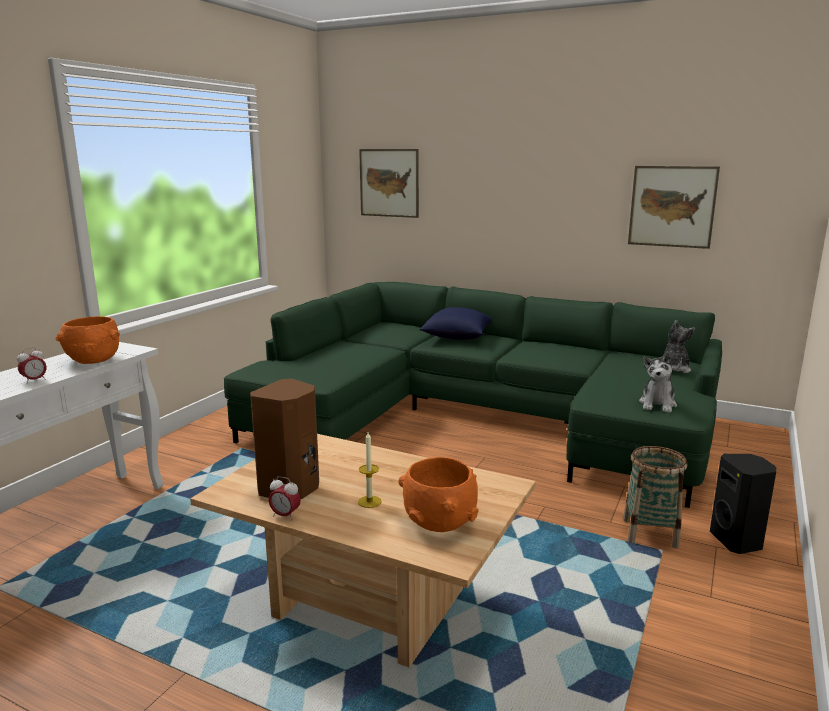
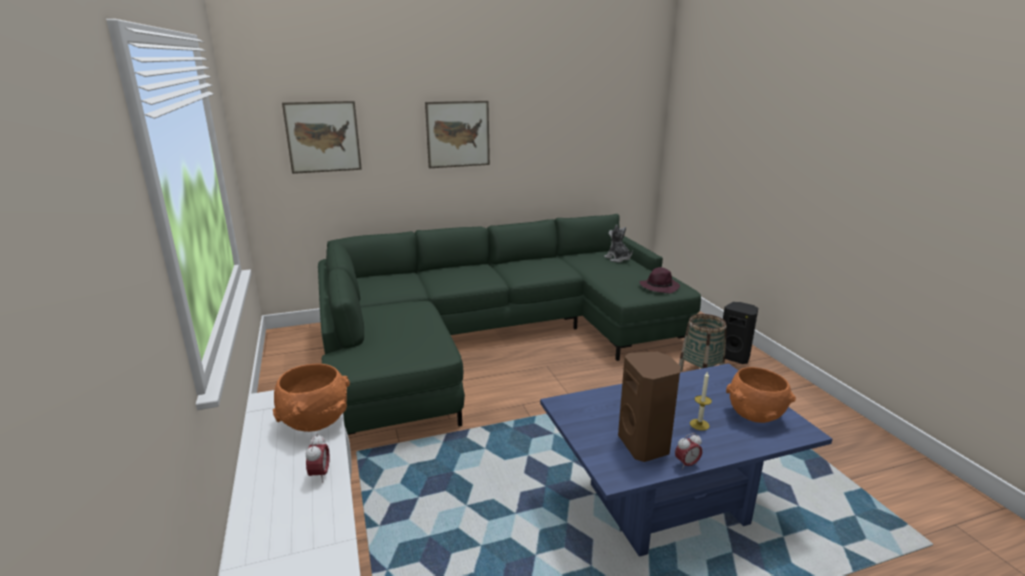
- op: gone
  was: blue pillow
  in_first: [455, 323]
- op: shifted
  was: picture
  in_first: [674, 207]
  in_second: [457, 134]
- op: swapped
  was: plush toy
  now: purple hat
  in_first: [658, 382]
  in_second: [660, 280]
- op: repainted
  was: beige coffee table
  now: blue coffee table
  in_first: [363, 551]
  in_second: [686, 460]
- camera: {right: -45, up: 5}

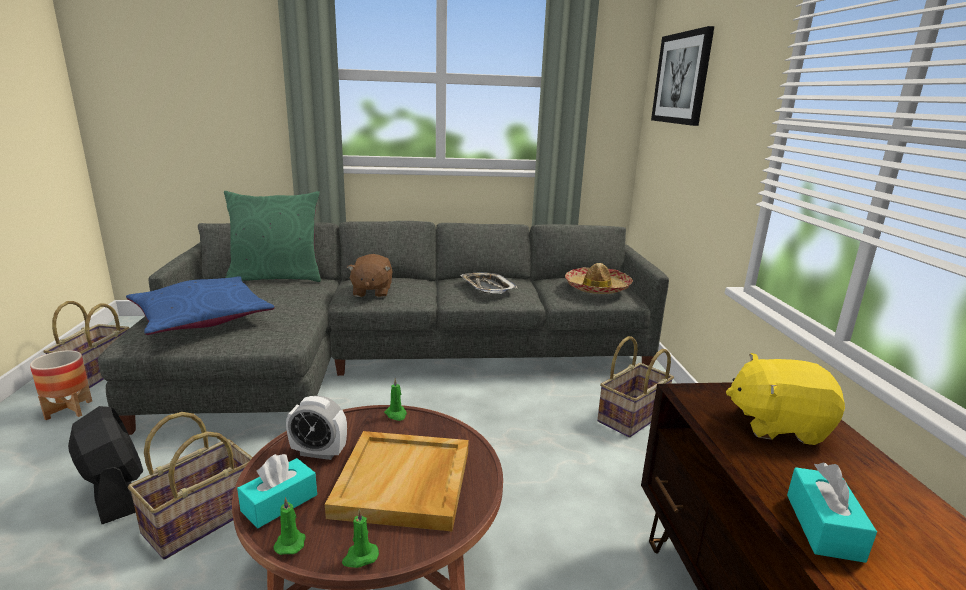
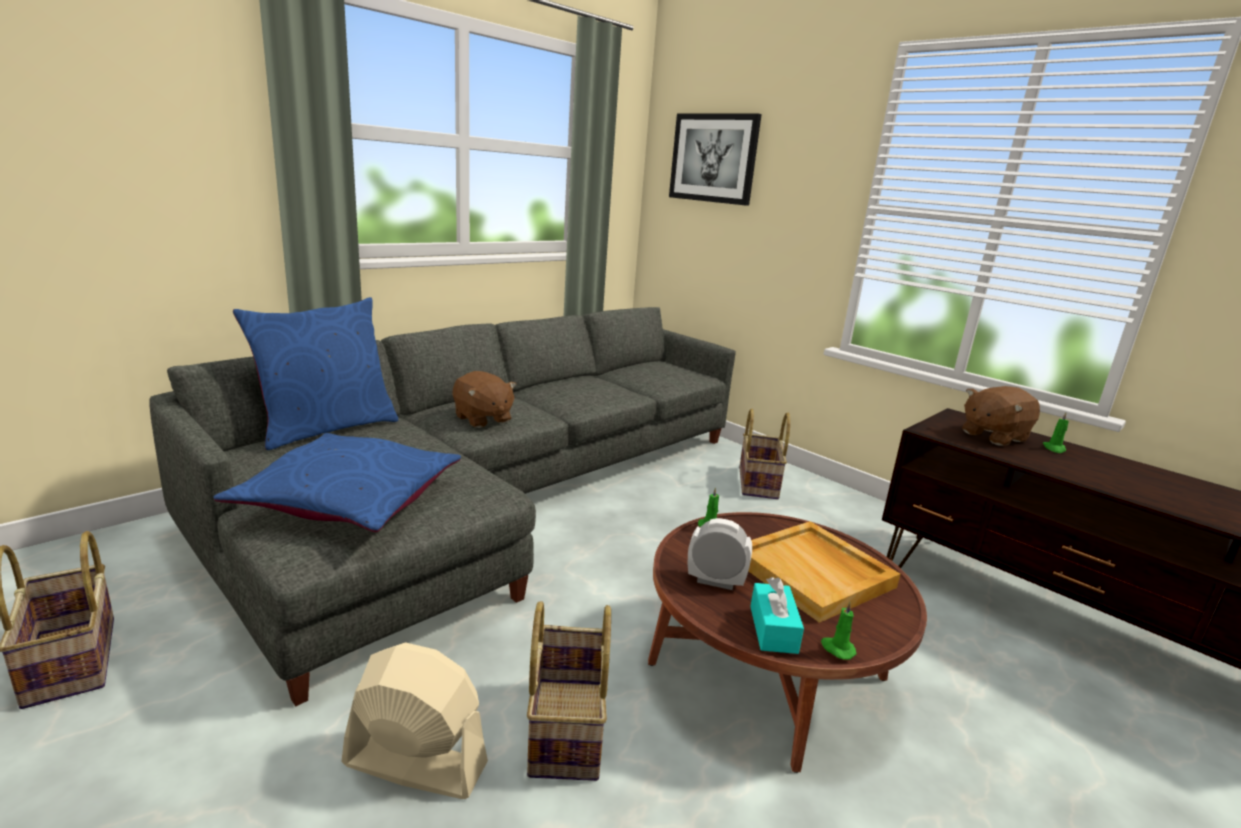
- op: gone
  was: planter
  in_first: [61, 385]
- op: gone
  was: tray
  in_first: [488, 283]
- op: gone
  was: hat
  in_first: [599, 278]
- op: gone
  was: turquoise tissue box
  in_first: [832, 513]
- op: shifted
  was: green candle
  in_first: [360, 538]
  in_second: [1055, 432]
- op: repainted
  was: black fan
  now: beige fan
  in_first: [105, 465]
  in_second: [414, 720]
- op: repainted
  was: green pillow
  now: blue pillow
  in_first: [272, 236]
  in_second: [315, 373]
- op: repainted
  was: yellow plush toy
  now: brown plush toy
  in_first: [785, 399]
  in_second: [1001, 416]
- op: rotated
  was: alarm clock
  in_first: [316, 428]
  in_second: [720, 554]
  clockwise: -135
- camera: {right: -40, up: 0}

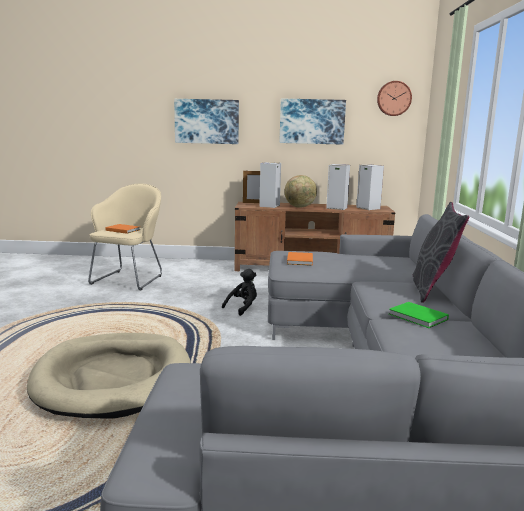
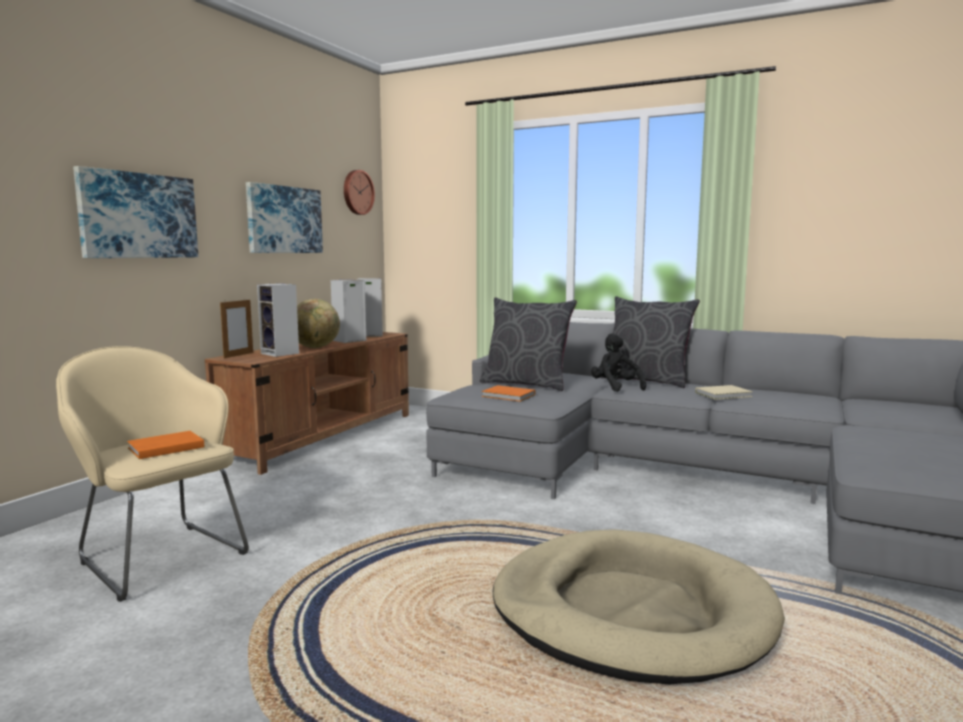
- op: new
  now: grey pillow
  in_second: [528, 344]
- op: shifted
  was: black plush toy
  in_first: [239, 292]
  in_second: [618, 362]
- op: repainted
  was: green book
  now: beige book
  in_first: [419, 315]
  in_second: [724, 392]
- camera: {right: -65, up: -5}

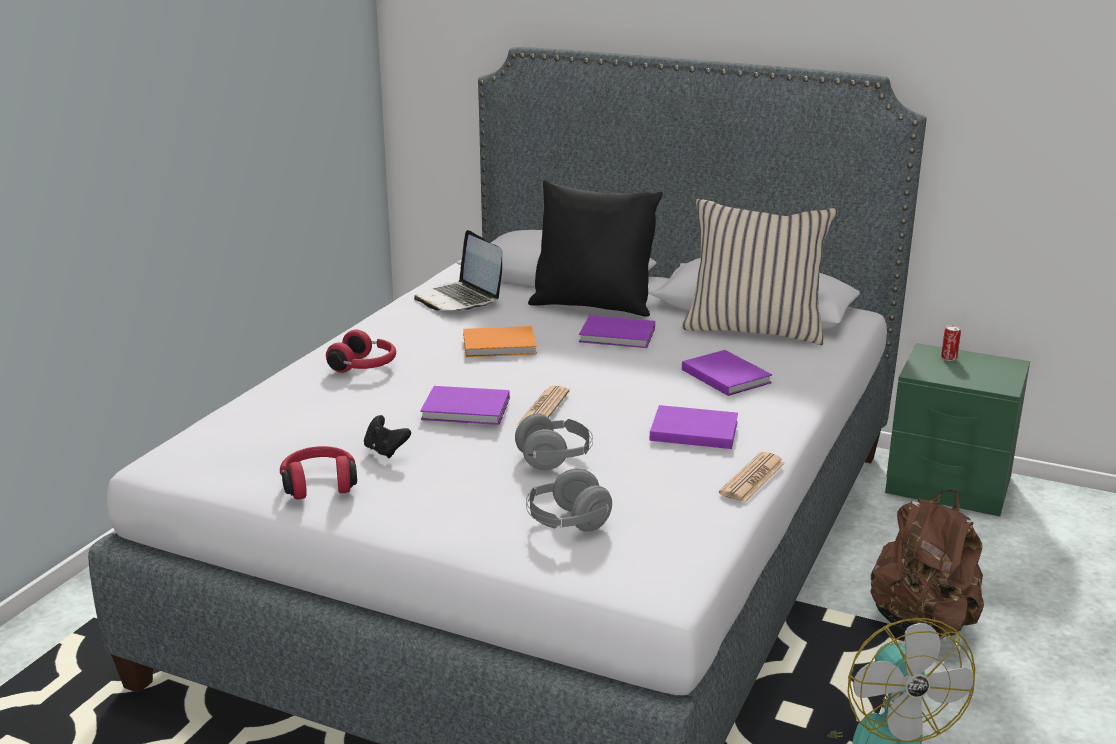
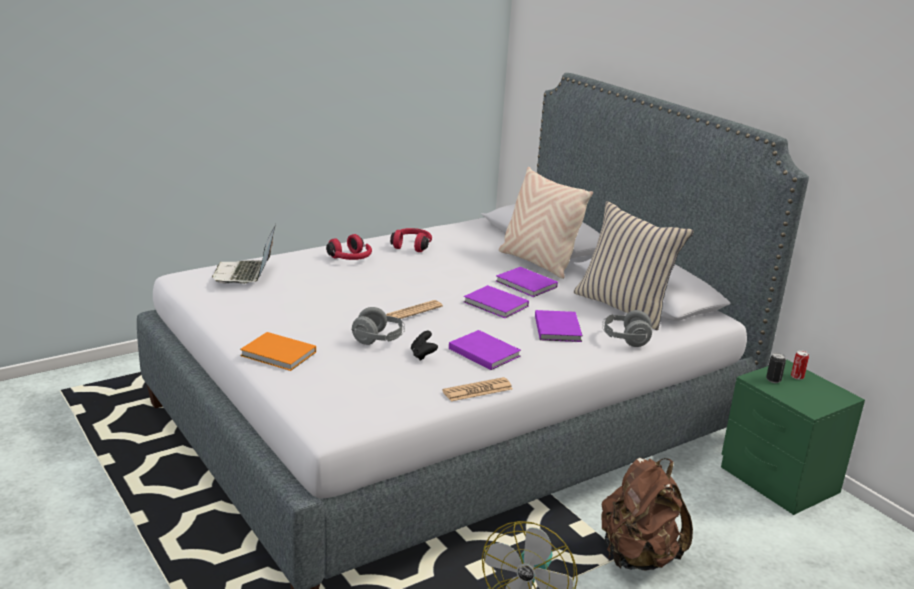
- op: new
  now: can
  in_second: [776, 368]
- op: shifted
  was: red headphones
  in_first: [318, 472]
  in_second: [411, 240]
- op: shifted
  was: black game controller
  in_first: [387, 436]
  in_second: [424, 346]
- op: shifted
  was: laptop
  in_first: [458, 270]
  in_second: [244, 254]
- op: shifted
  was: purple book
  in_first: [465, 405]
  in_second: [496, 301]
- op: shifted
  was: orange book
  in_first: [500, 341]
  in_second: [278, 351]
- op: shifted
  was: grey headphones
  in_first: [569, 500]
  in_second: [627, 328]
- op: repainted
  was: black pillow
  now: beige pillow
  in_first: [595, 248]
  in_second: [546, 223]
- camera: {right: 30, up: 0}

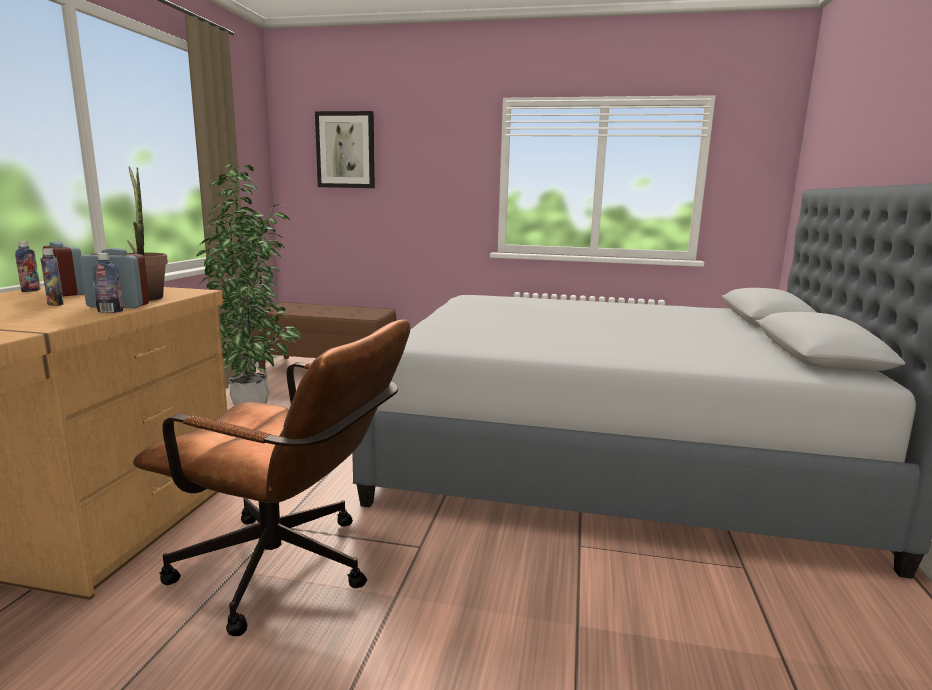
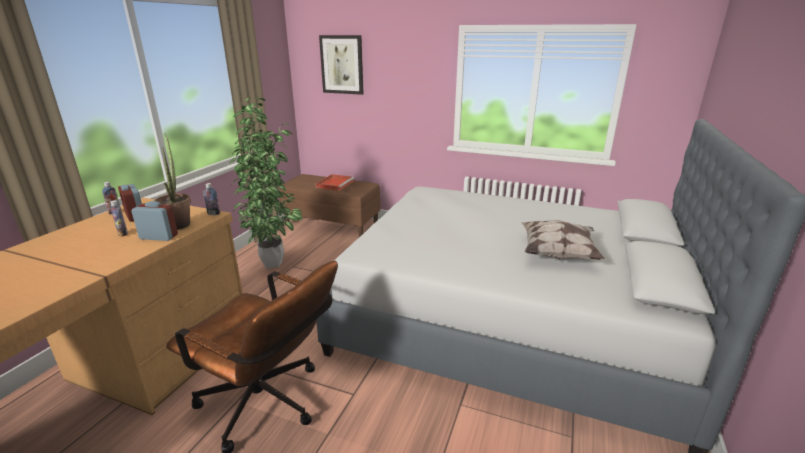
- op: new
  now: red tray
  in_second: [335, 182]
- op: new
  now: pillow
  in_second: [563, 240]
- op: shifted
  was: bottle
  in_first: [107, 283]
  in_second: [211, 199]
- camera: {right: 10, up: 10}

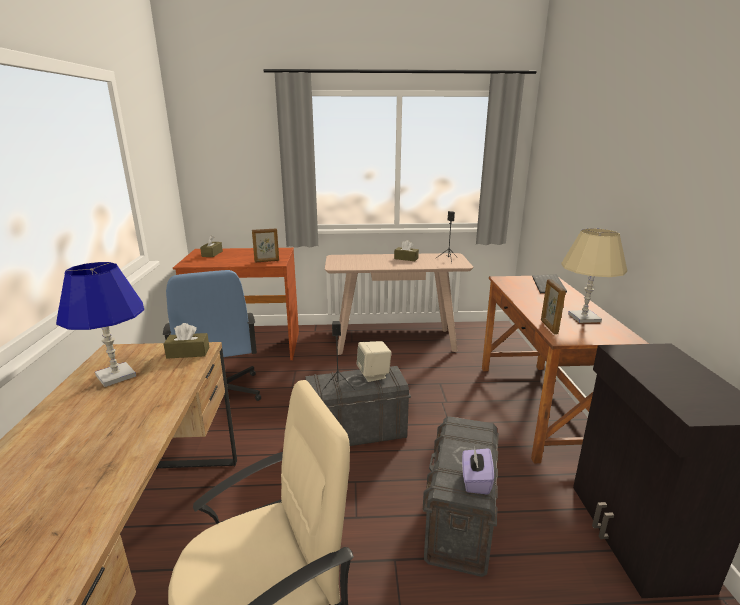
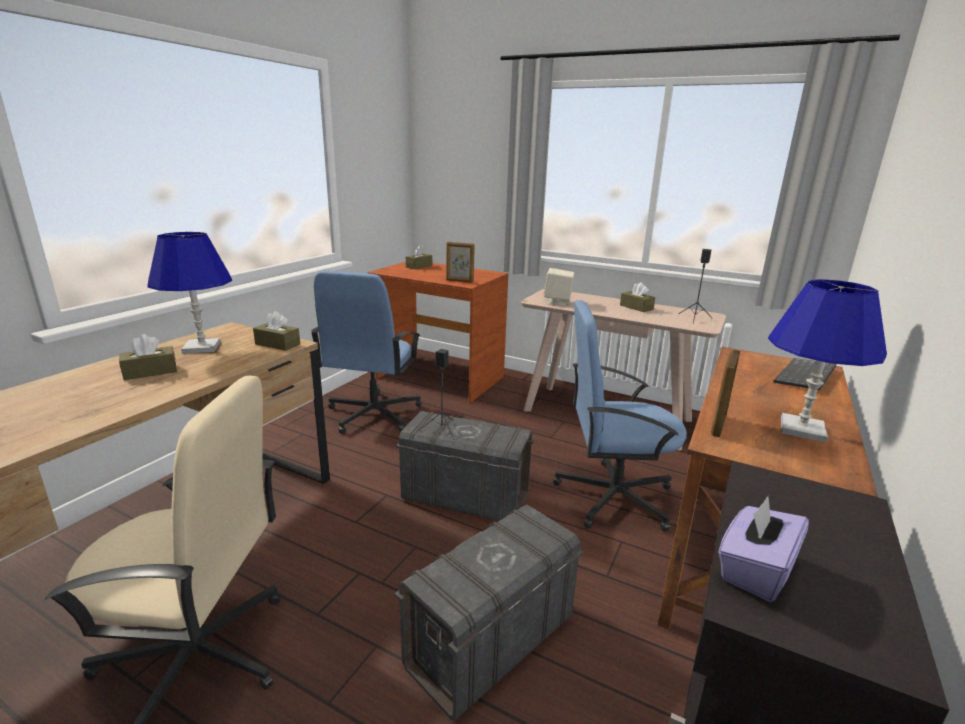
- op: new
  now: brown tissue box
  in_second: [148, 357]
- op: new
  now: blue office chair
  in_second: [620, 415]
- op: shifted
  was: beige speaker
  in_first: [374, 361]
  in_second: [559, 286]
- op: shifted
  was: purple tissue box
  in_first: [478, 470]
  in_second: [763, 549]
- op: repainted
  was: beige table lamp
  now: blue table lamp
  in_first: [594, 275]
  in_second: [827, 361]
- camera: {right: 30, up: 0}

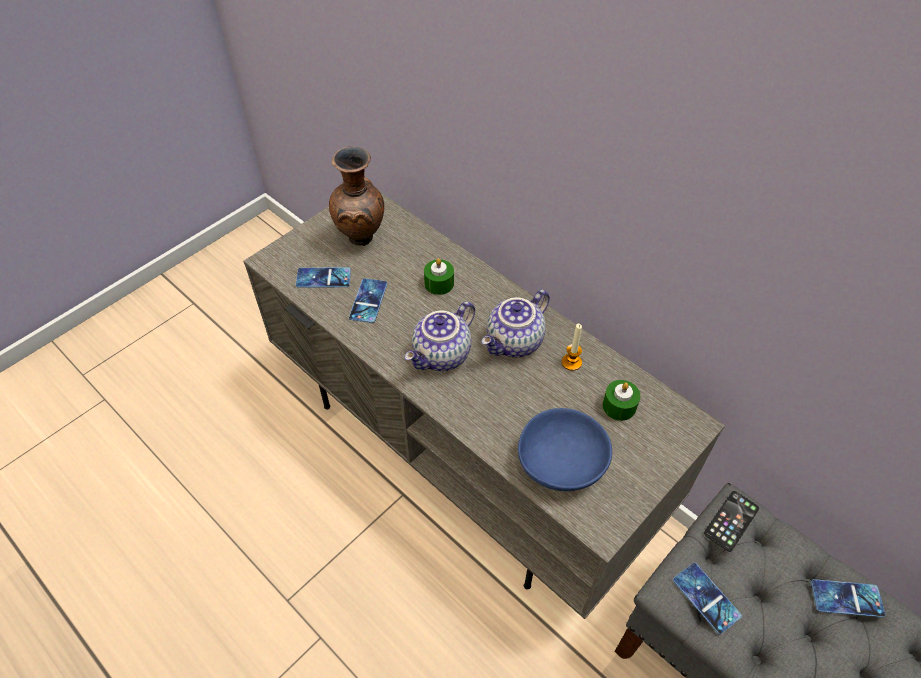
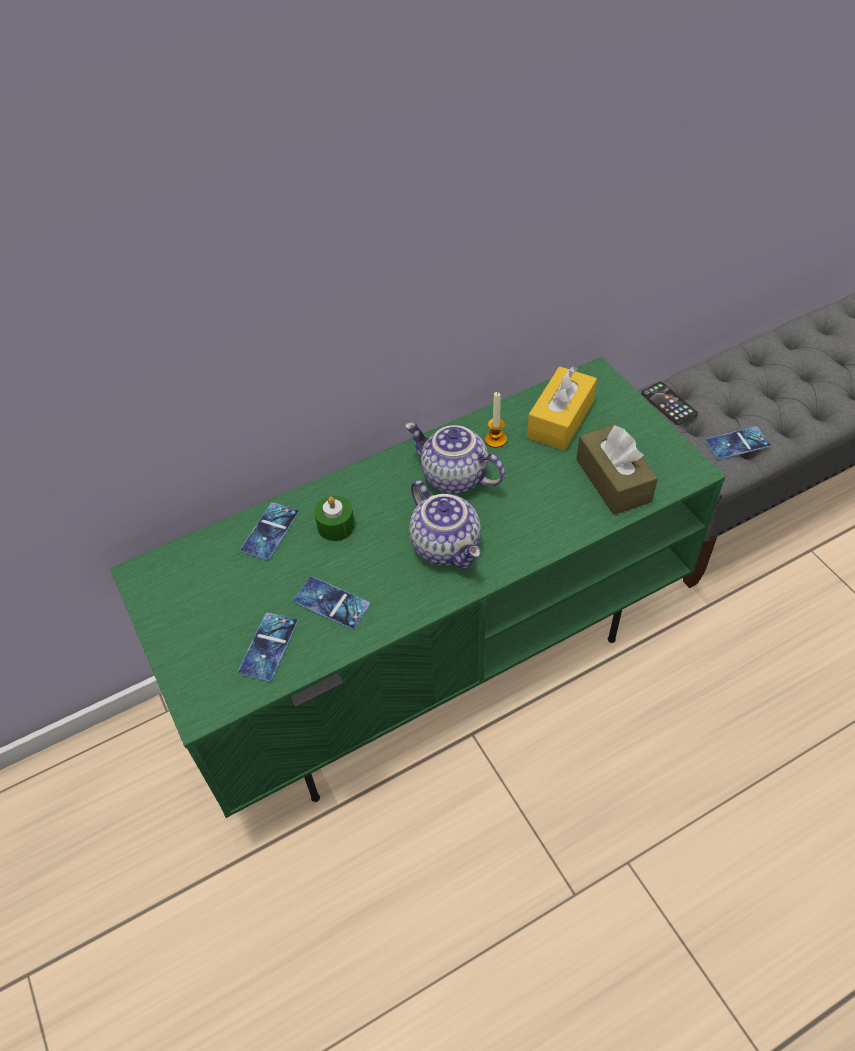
- op: gone
  was: brown vase
  in_first: [356, 196]
- op: shifted
  was: phone
  in_first: [848, 598]
  in_second: [269, 531]
- op: swapped
  was: blue bowl
  now: brown tissue box
  in_first: [565, 449]
  in_second: [617, 469]
- op: swapped
  was: green candle
  now: yellow tissue box
  in_first: [621, 400]
  in_second: [562, 408]
- op: repainted
  was: grey tv stand
  now: green tv stand
  in_first: [484, 405]
  in_second: [417, 587]
- op: rotated
  was: teapot
  in_first: [515, 323]
  in_second: [455, 458]
  clockwise: 150
- camera: {right: -70, up: 0}

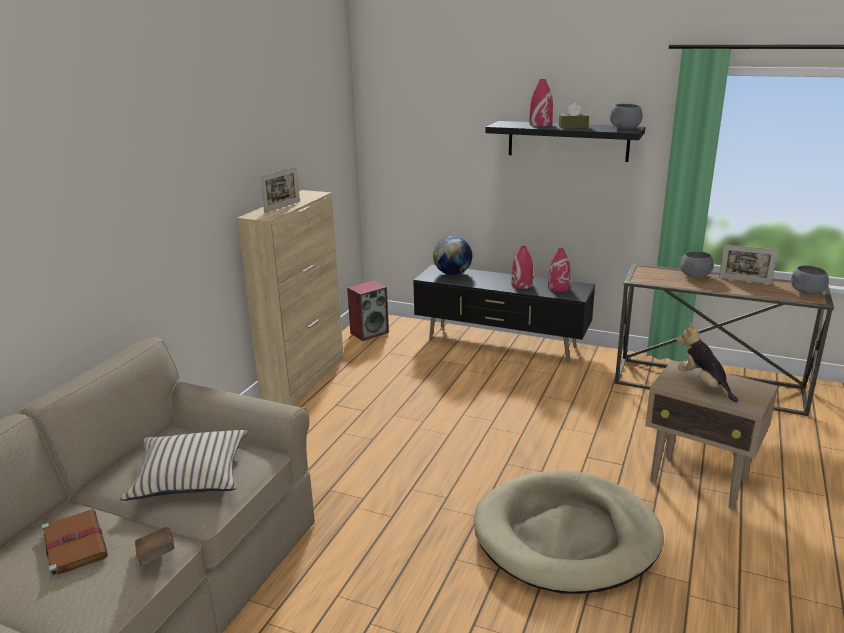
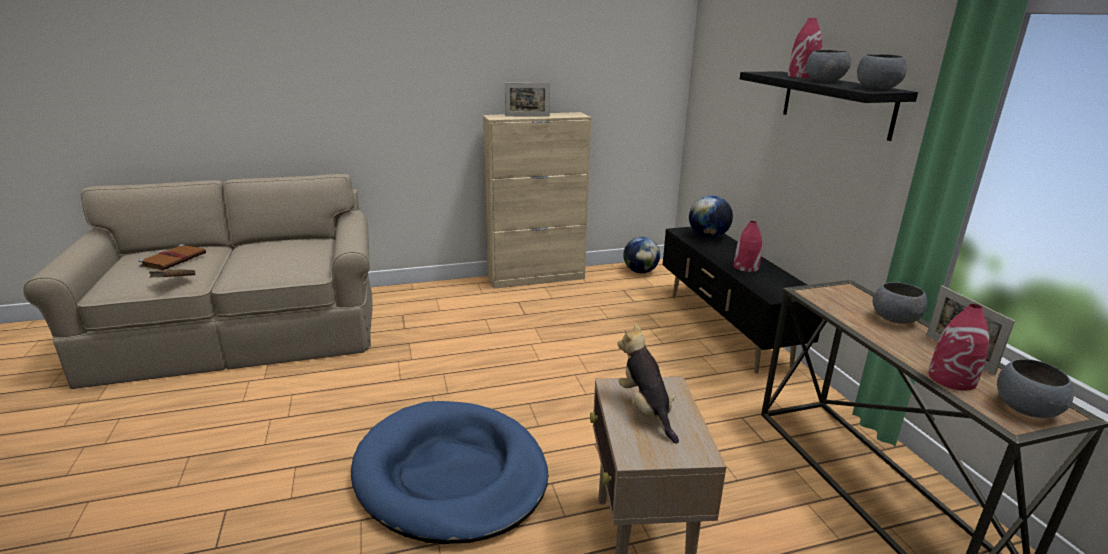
- op: gone
  was: beige pillow
  in_first: [183, 465]
- op: shifted
  was: red vase
  in_first: [559, 270]
  in_second: [958, 347]
- op: swapped
  was: speaker
  now: globe
  in_first: [368, 310]
  in_second: [641, 255]
- op: swapped
  was: brown tissue box
  now: grey bowl
  in_first: [574, 116]
  in_second: [828, 66]
- op: repainted
  was: beige dog bed
  now: blue dog bed
  in_first: [569, 532]
  in_second: [449, 472]
- op: rotated
  was: plush toy
  in_first: [707, 363]
  in_second: [648, 383]
  clockwise: -45
- camera: {right: 50, up: 0}

